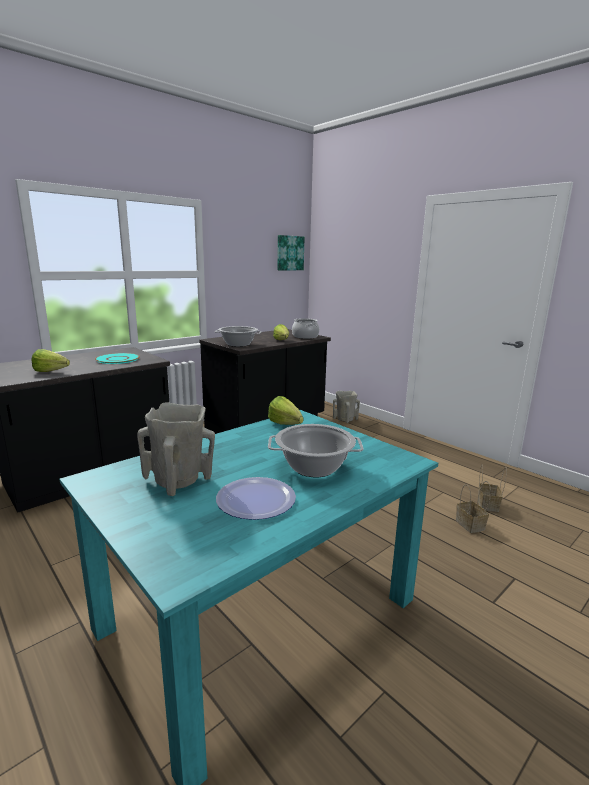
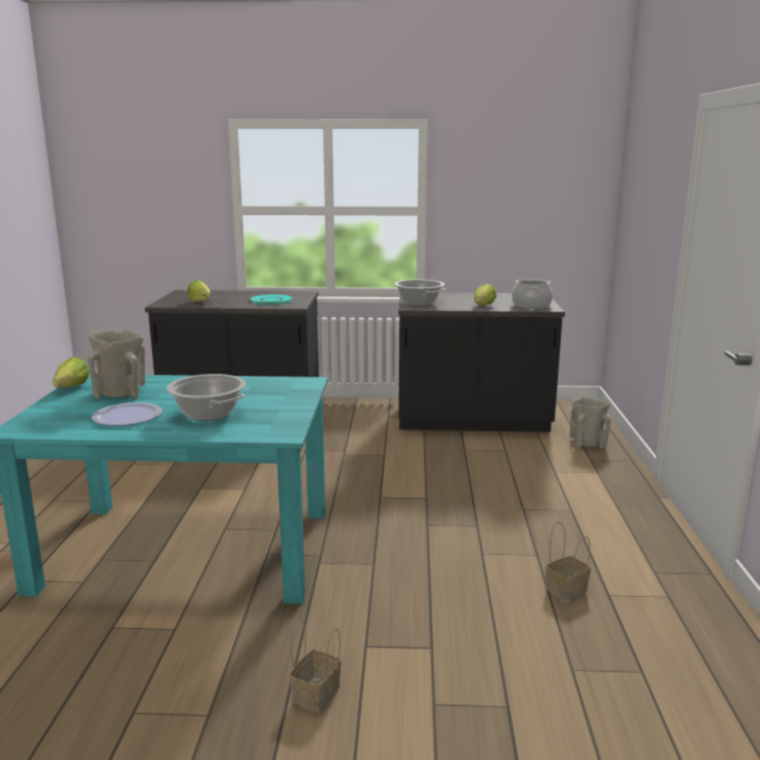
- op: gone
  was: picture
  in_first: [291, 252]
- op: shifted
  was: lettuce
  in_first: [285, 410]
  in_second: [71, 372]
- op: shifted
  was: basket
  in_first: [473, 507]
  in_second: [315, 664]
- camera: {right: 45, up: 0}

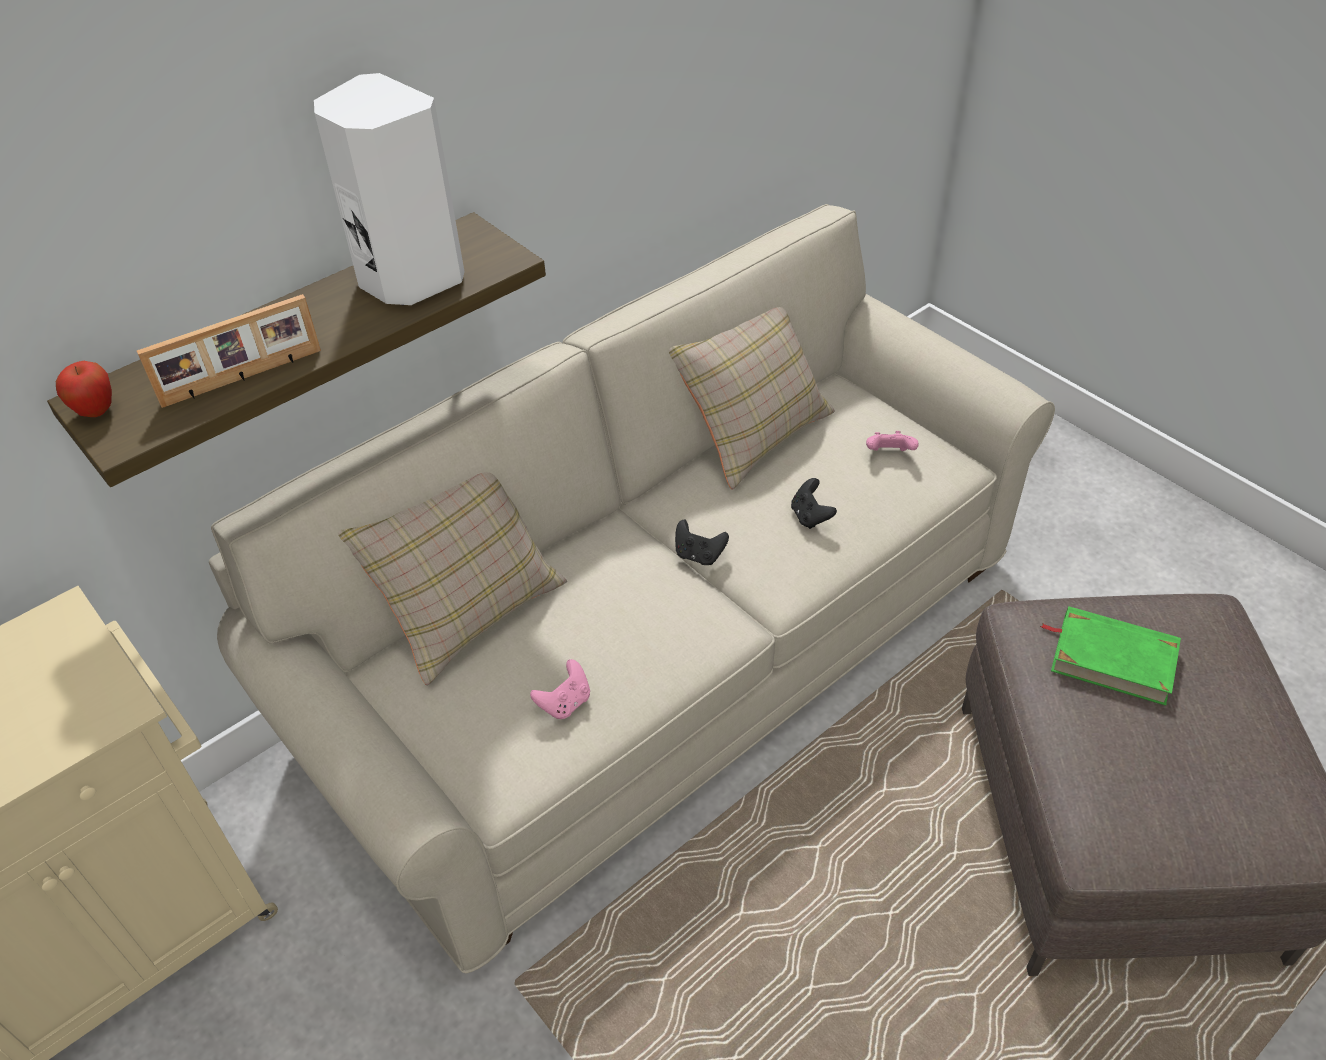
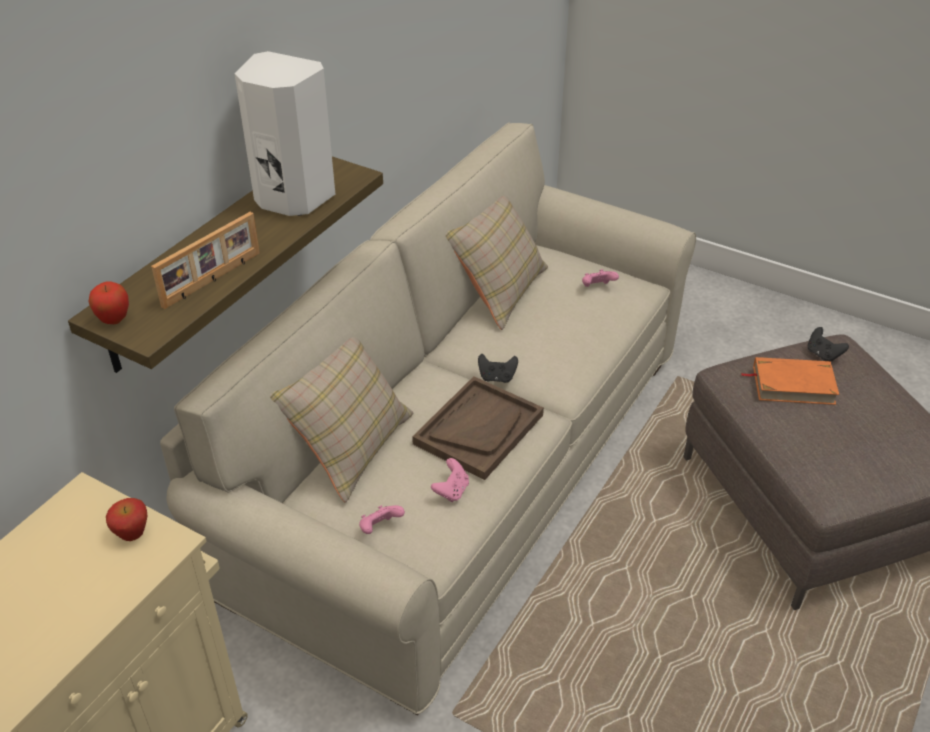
- op: new
  now: apple
  in_second: [127, 519]
- op: new
  now: pink game controller
  in_second: [382, 519]
- op: new
  now: brown tray
  in_second: [478, 428]
- op: shifted
  was: black game controller
  in_first: [814, 503]
  in_second: [828, 344]
- op: repainted
  was: green book
  now: orange book
  in_first: [1110, 656]
  in_second: [790, 381]
- camera: {right: -20, up: -5}

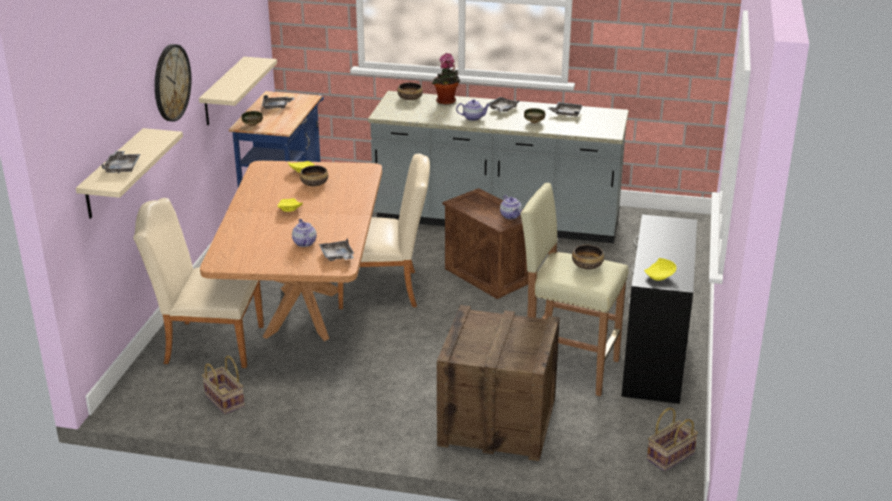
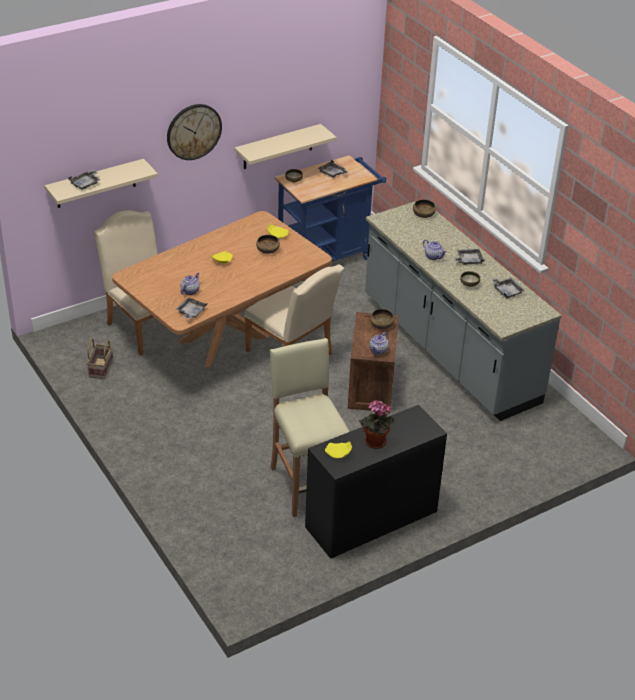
- op: gone
  was: crate
  in_first: [498, 383]
- op: gone
  was: basket
  in_first: [672, 439]
- op: shifted
  was: potted plant
  in_first: [446, 79]
  in_second: [377, 424]
- op: shifted
  was: bowl
  in_first: [588, 257]
  in_second: [382, 319]
- camera: {right: 45, up: 10}

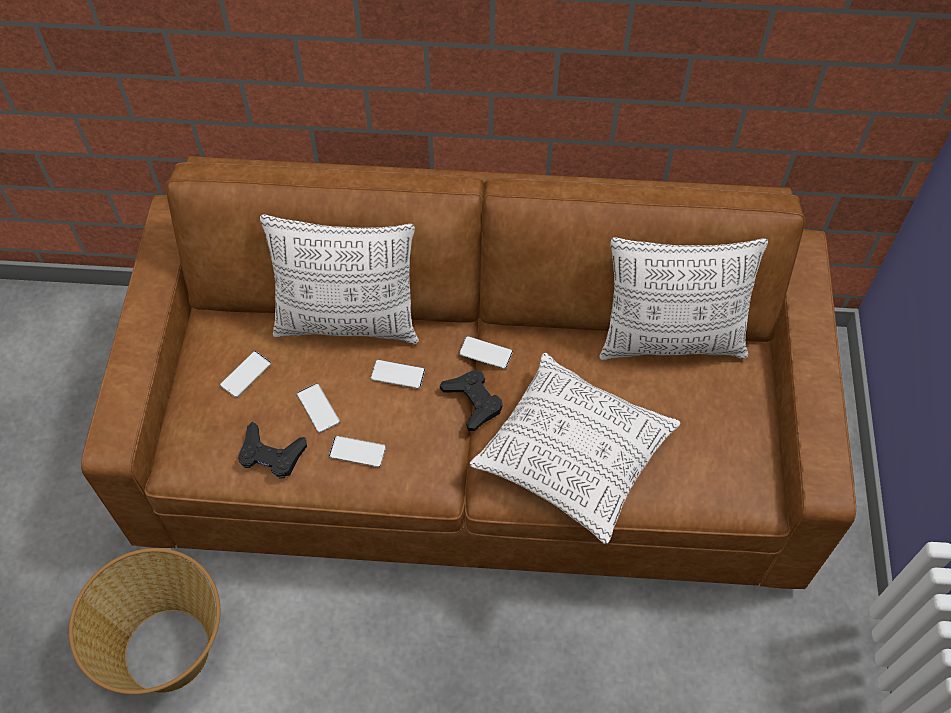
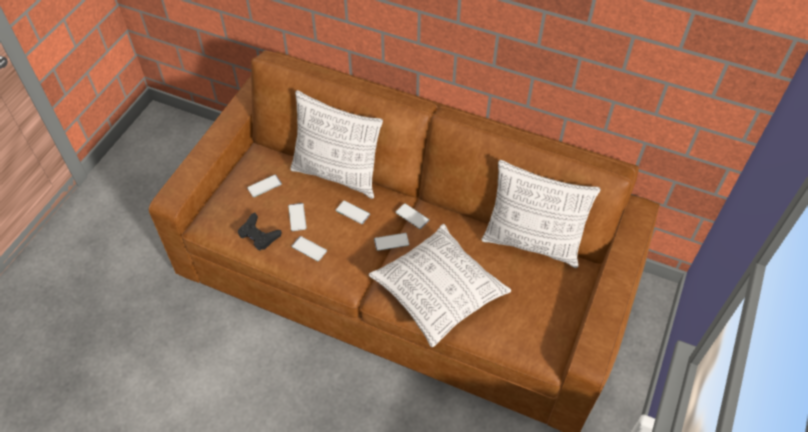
- op: gone
  was: basket
  in_first: [144, 621]
- op: swapped
  was: black game controller
  now: phone
  in_first: [471, 400]
  in_second: [391, 242]
- camera: {right: 20, up: -5}

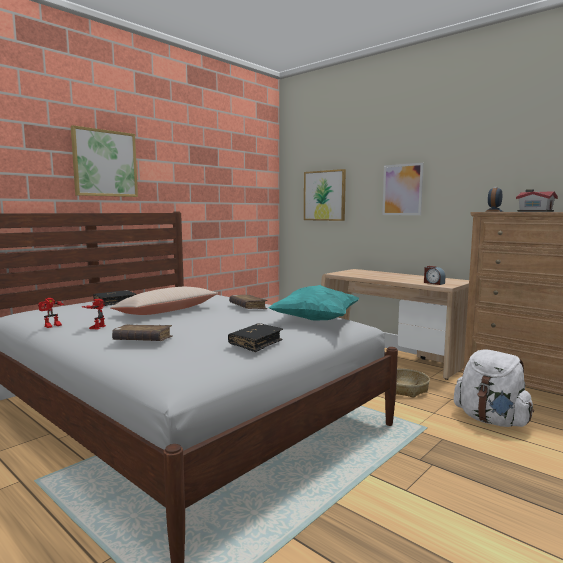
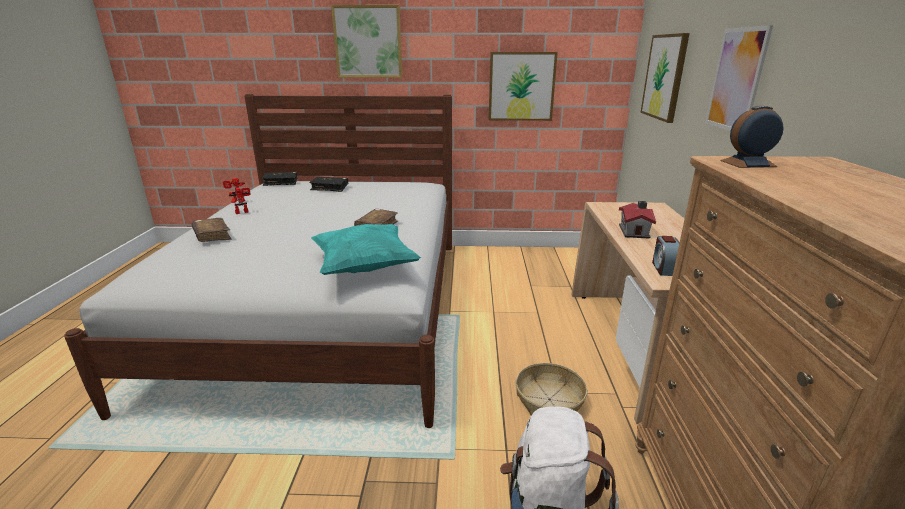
- op: gone
  was: beige pillow
  in_first: [164, 301]
- op: new
  now: picture
  in_second: [523, 86]
- op: shifted
  was: black book
  in_first: [255, 337]
  in_second: [280, 179]
- op: shifted
  was: toy house
  in_first: [537, 200]
  in_second: [637, 220]
- camera: {right: 50, up: 15}

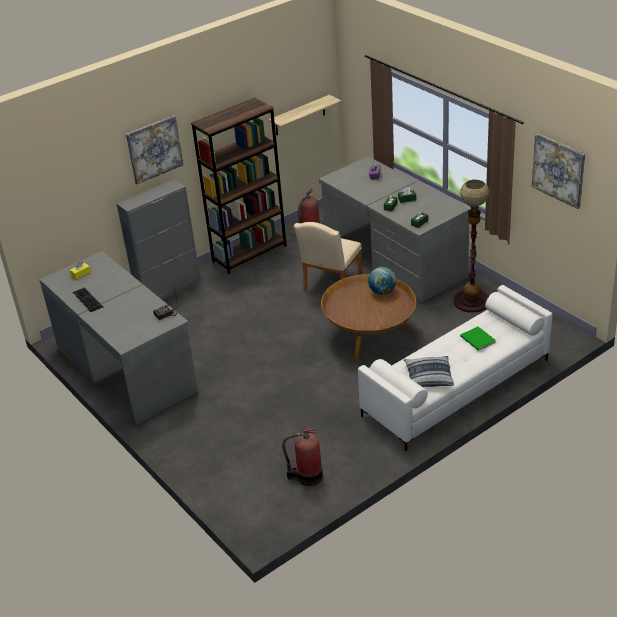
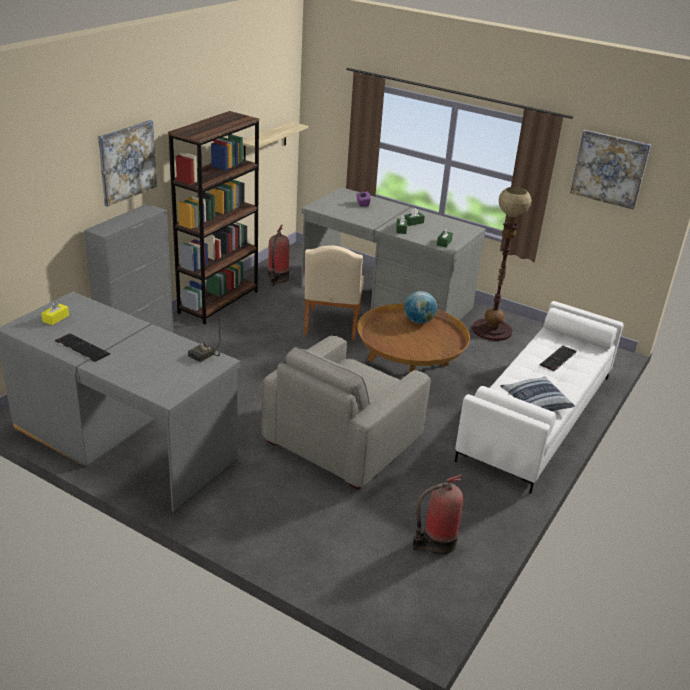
- op: new
  now: grey armchair
  in_second: [346, 412]
- op: swapped
  was: green book
  now: keyboard
  in_first: [478, 339]
  in_second: [558, 358]
- camera: {right: -25, up: -5}

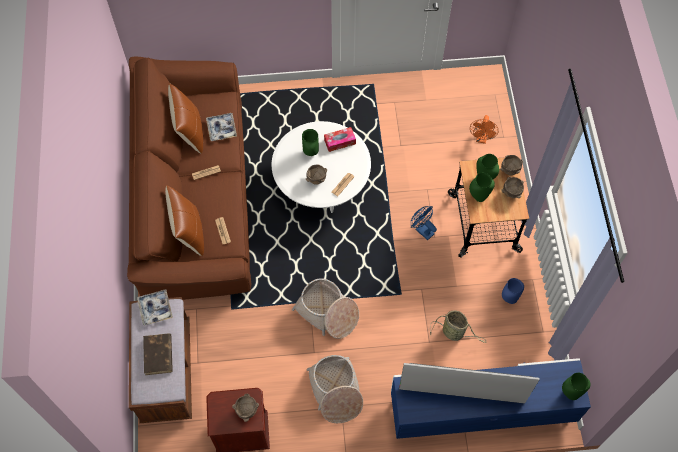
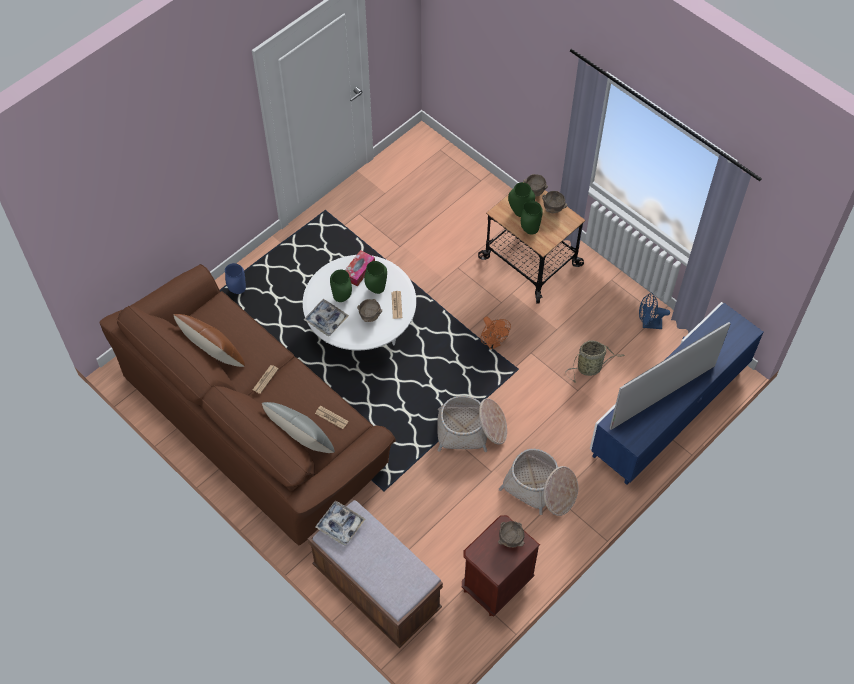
- op: gone
  was: brown book
  in_first: [158, 354]
- op: shifted
  was: tray
  in_first: [221, 127]
  in_second: [326, 317]
- op: shifted
  was: blue fan
  in_first: [424, 223]
  in_second: [654, 311]
- op: shifted
  was: orange fan
  in_first: [484, 129]
  in_second: [496, 333]
- op: shifted
  was: blue vase
  in_first: [513, 291]
  in_second: [235, 278]
- op: shifted
  was: green vase
  in_first: [576, 386]
  in_second: [375, 277]
- op: repainted
  was: brown pillow
  now: grey pillow
  in_first: [184, 220]
  in_second: [298, 427]
- camera: {right: -40, up: -5}

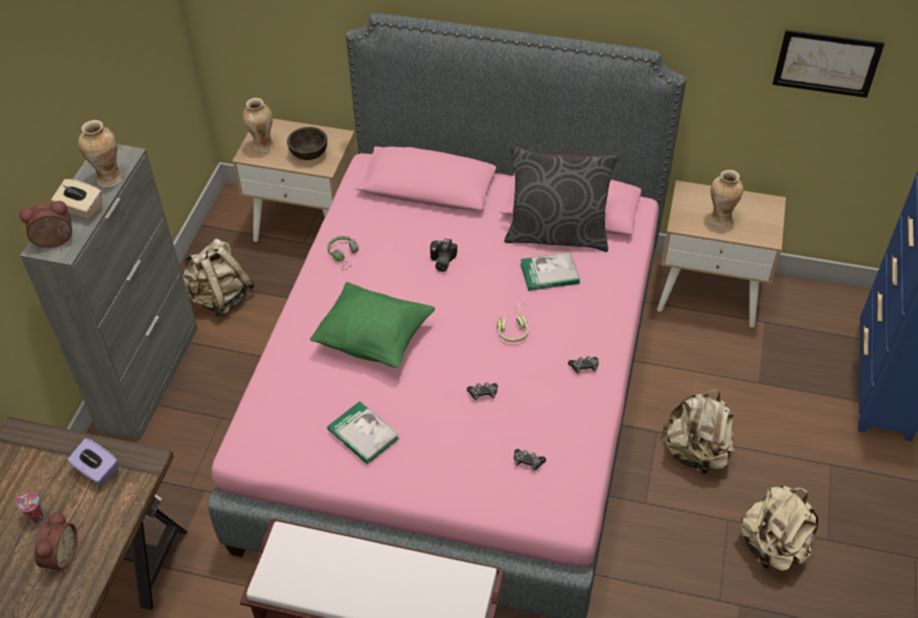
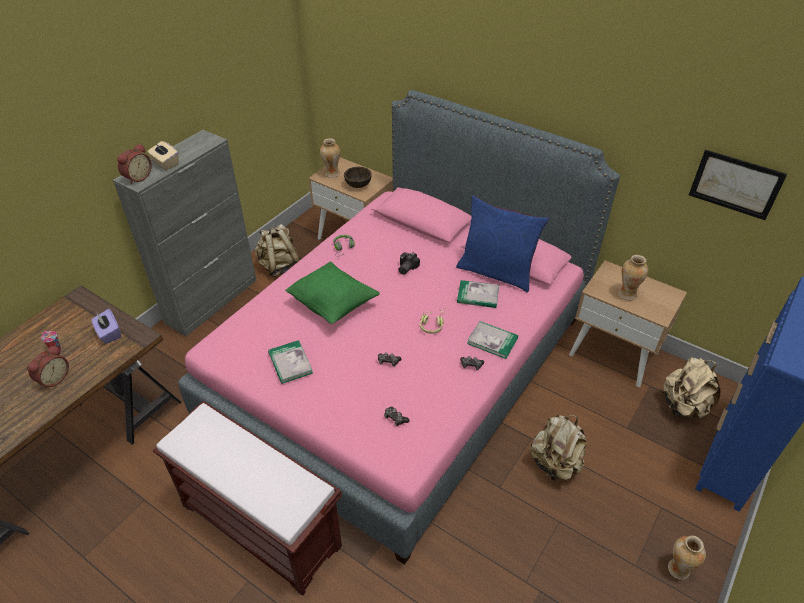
- op: new
  now: book
  in_second: [492, 340]
- op: shifted
  was: vase
  in_first: [100, 154]
  in_second: [687, 557]
- op: shifted
  was: beige backpack
  in_first: [779, 528]
  in_second: [692, 387]
- op: repainted
  was: grey pillow
  now: blue pillow
  in_first: [561, 199]
  in_second: [502, 243]
- op: rotated
  was: alarm clock
  in_first: [45, 224]
  in_second: [134, 164]
  clockwise: 120
- camera: {right: 20, up: -5}

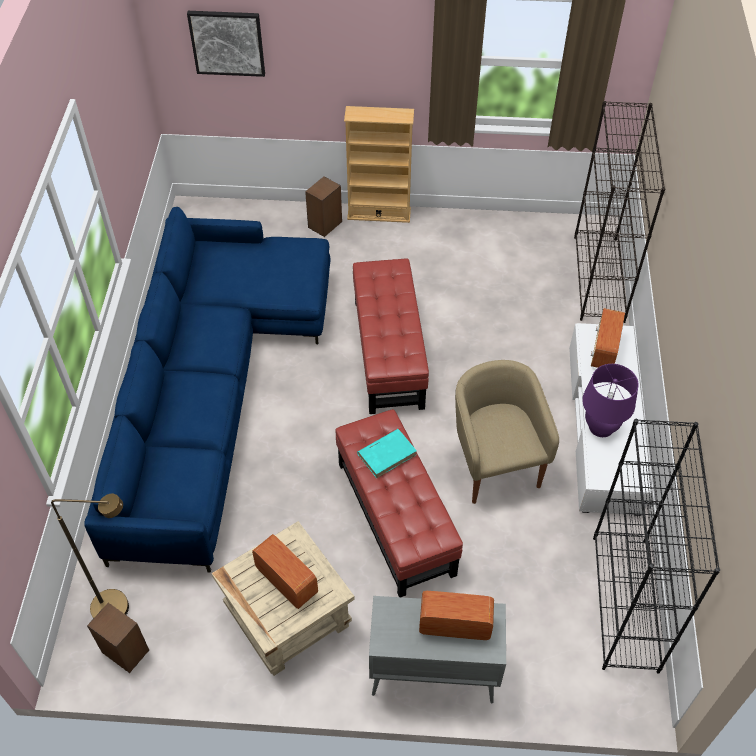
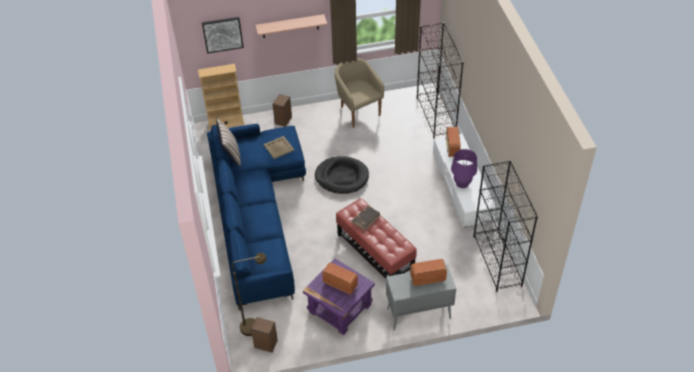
- op: new
  now: pillow
  in_second: [228, 142]
- op: new
  now: shelf
  in_second: [291, 26]
- op: new
  now: beige tray
  in_second: [278, 147]
- op: shifted
  was: beige bookcase
  in_first: [379, 164]
  in_second: [221, 97]
- op: shifted
  was: beige armchair
  in_first: [507, 432]
  in_second: [359, 93]
- op: swapped
  was: red ottoman
  now: black dog bed
  in_first: [391, 336]
  in_second: [342, 175]
- op: repainted
  was: beige side table
  now: purple side table
  in_first: [283, 598]
  in_second: [339, 296]
- op: repainted
  was: turquoise book
  now: brown book
  in_first: [387, 454]
  in_second: [366, 218]
- camera: {right: -15, up: -5}

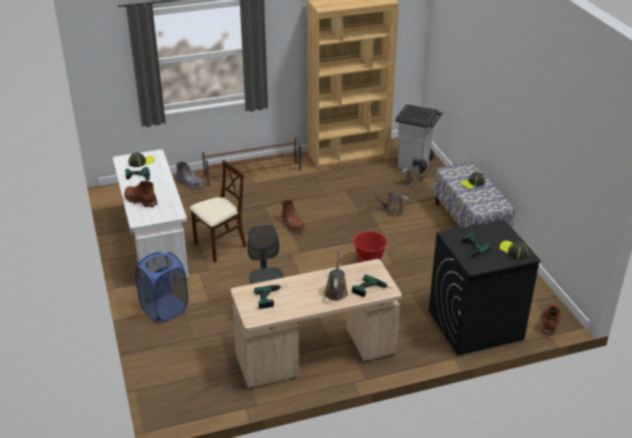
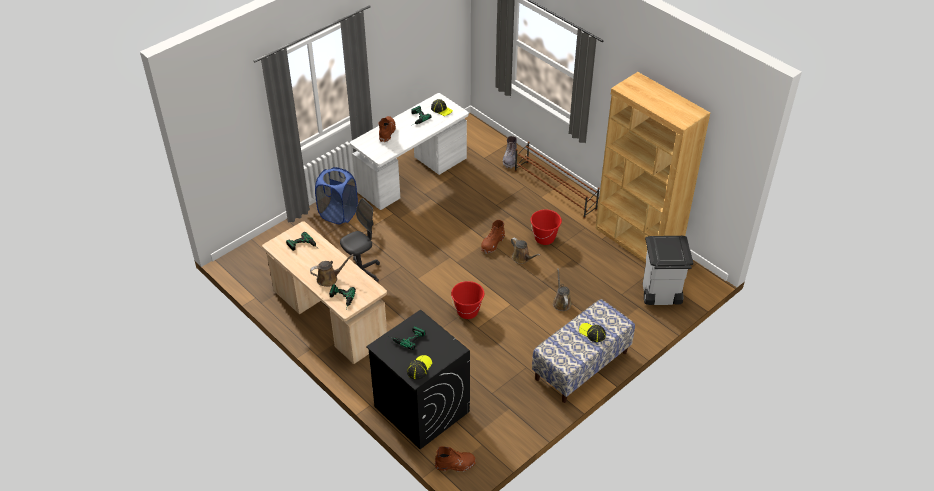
- op: gone
  was: beige chair
  in_first: [217, 211]
- op: new
  now: red bucket
  in_second: [546, 227]
- op: shifted
  was: brown watering can
  in_first: [419, 174]
  in_second: [525, 250]
- camera: {right: 65, up: 10}

